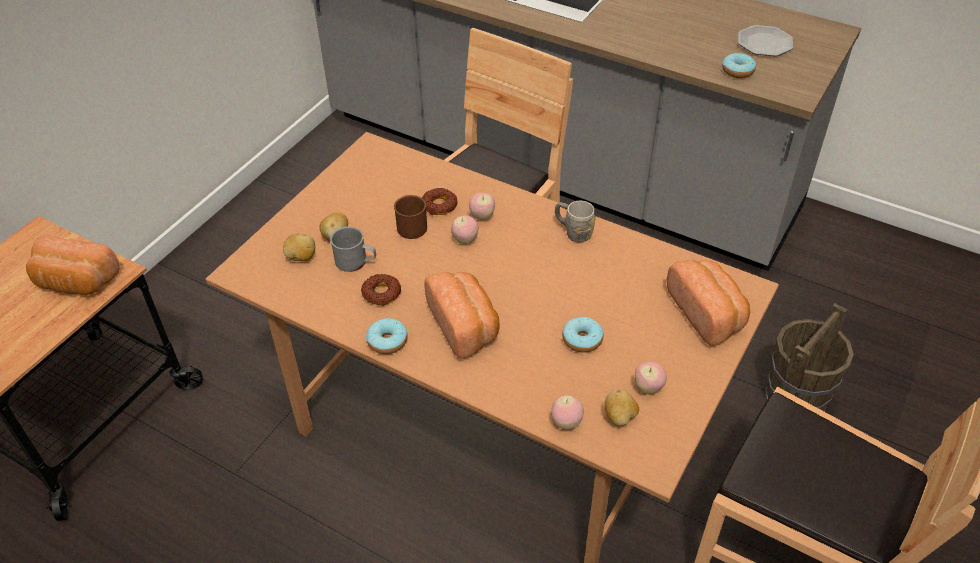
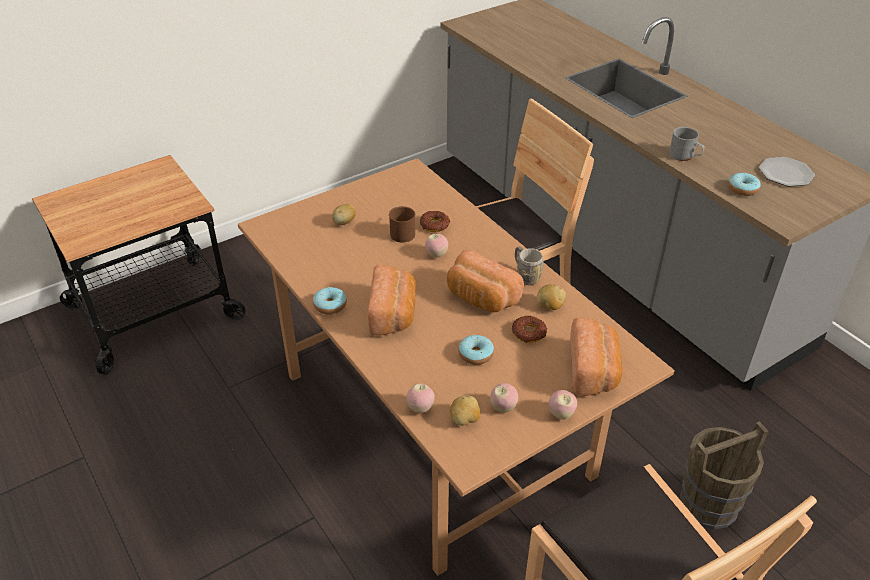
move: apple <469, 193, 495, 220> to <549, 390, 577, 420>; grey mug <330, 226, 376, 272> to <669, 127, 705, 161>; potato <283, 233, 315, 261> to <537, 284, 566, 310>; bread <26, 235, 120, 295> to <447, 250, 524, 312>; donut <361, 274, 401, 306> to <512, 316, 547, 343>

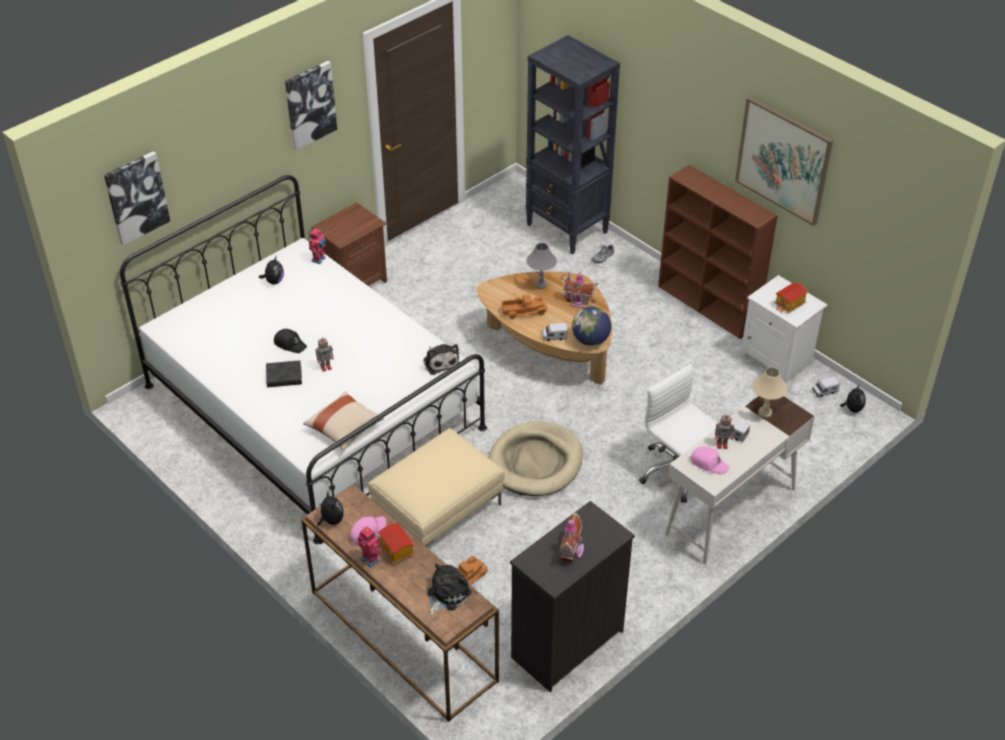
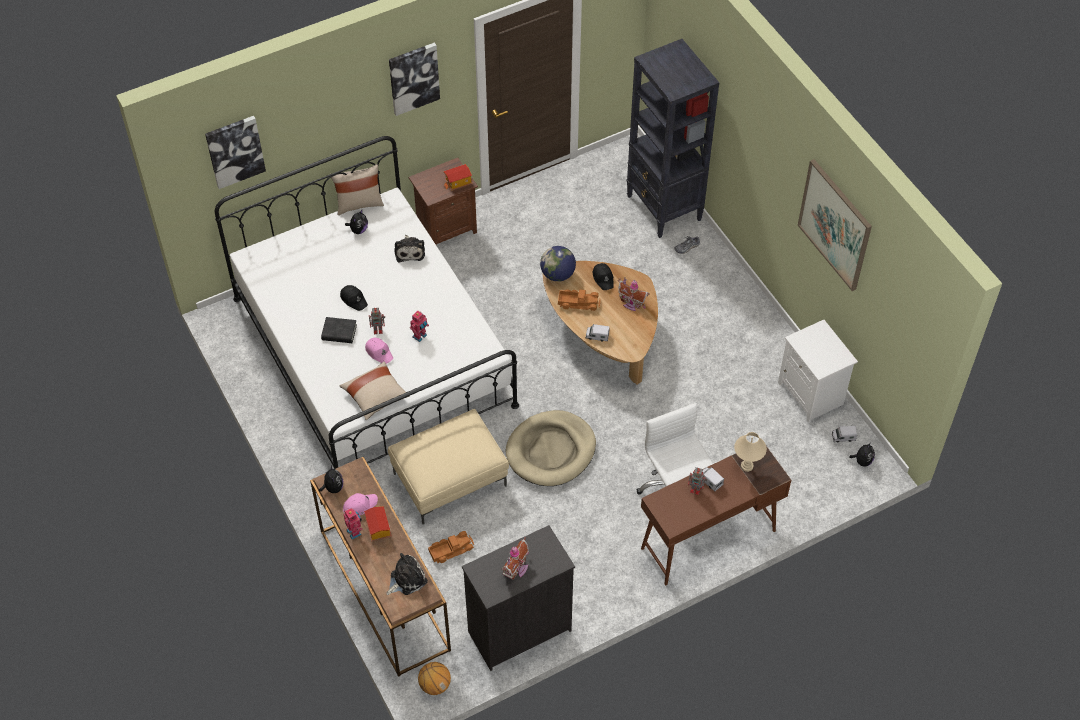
delete: brown bookcase <658, 165, 778, 339>
insert: beige pillow <331, 164, 384, 215>; basketball <418, 662, 451, 695>
move: toy robot <309, 228, 327, 264> to <410, 311, 429, 342>; toy house <774, 282, 808, 313> to <444, 164, 472, 191>; globe <572, 307, 611, 346> to <540, 246, 576, 282>; plush toy <423, 344, 459, 375> to <395, 235, 425, 262>; pink cap <690, 446, 729, 474> to <365, 338, 393, 364>
replace: grey table lamp <526, 243, 557, 289> to black cap <593, 263, 614, 290>
recolor: white desk <665, 396, 815, 565> to brown desk <641, 446, 791, 585>

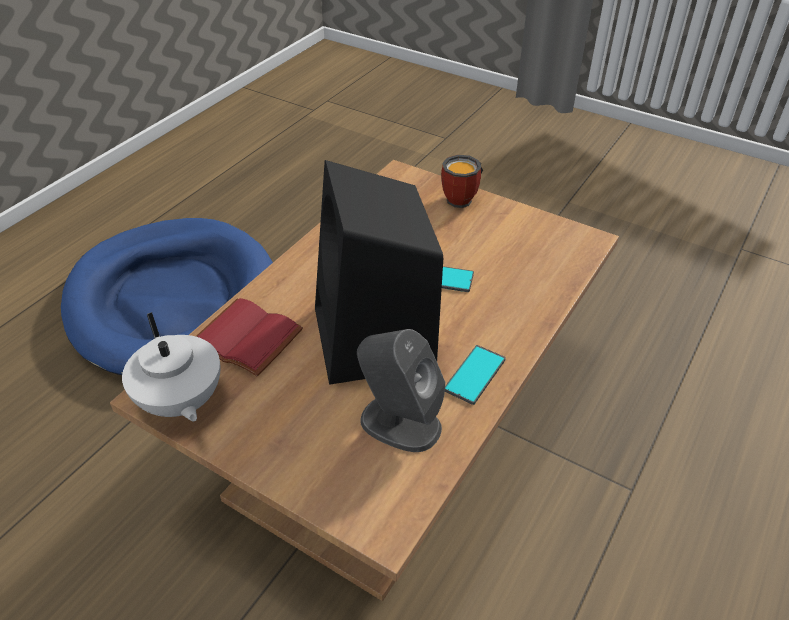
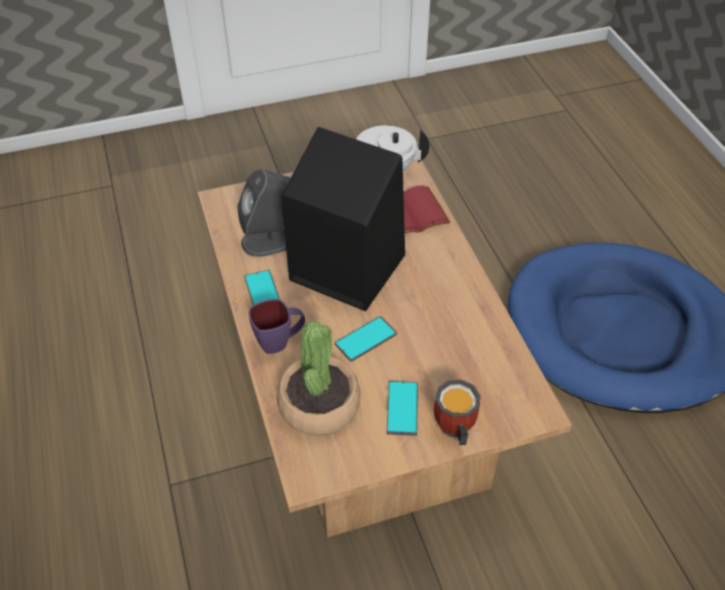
insert: purple mug <249, 299, 305, 354>; potted plant <277, 321, 360, 436>; phone <387, 381, 418, 436>

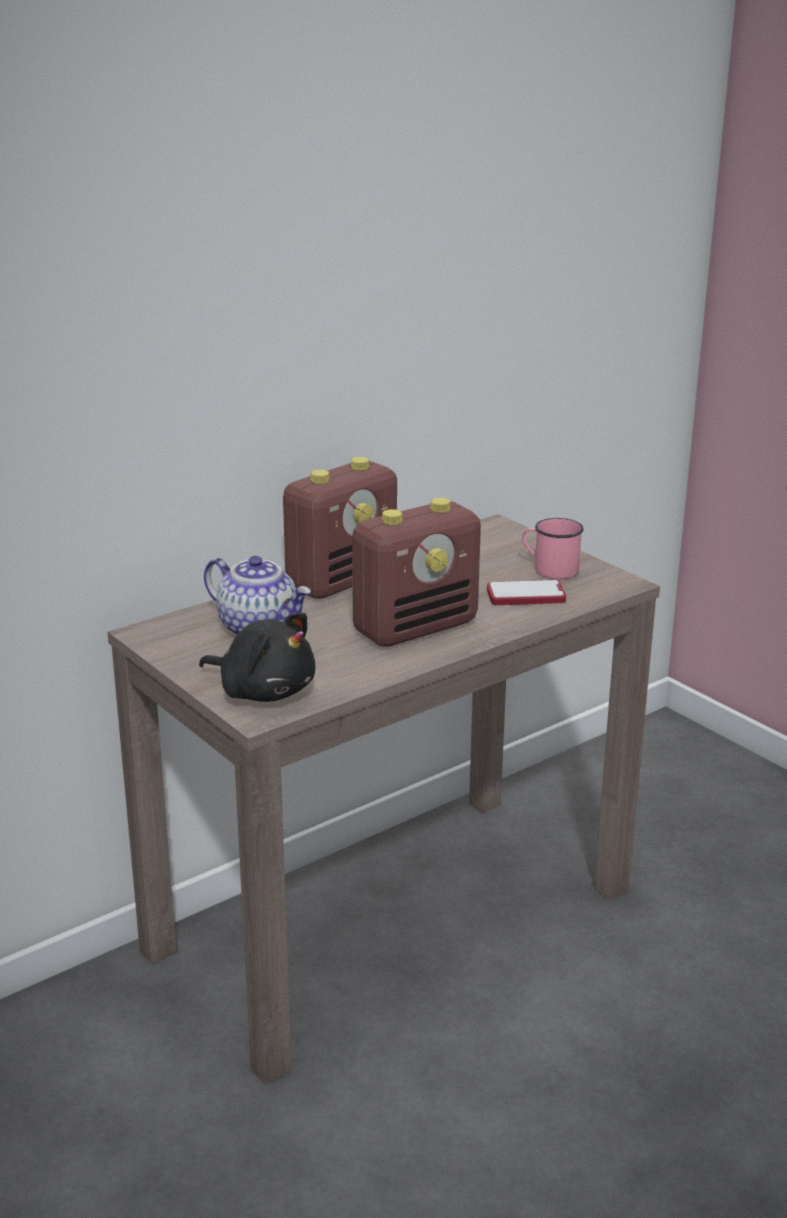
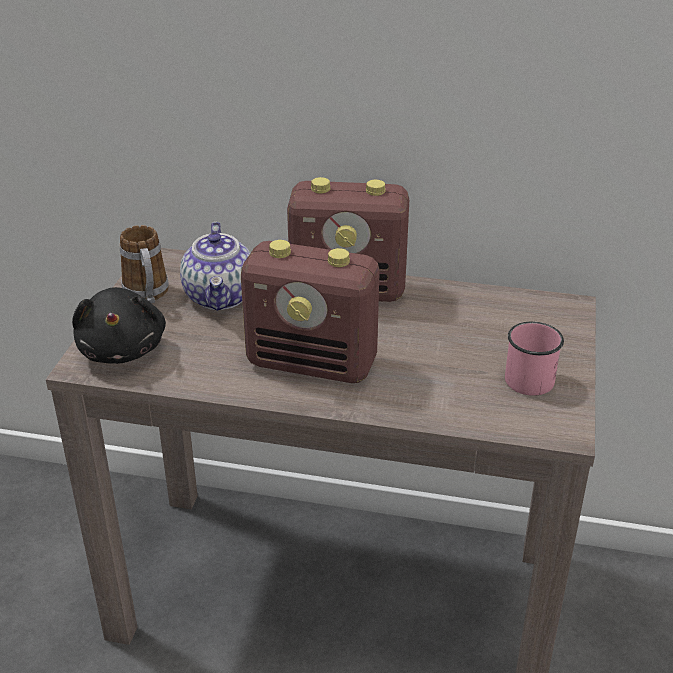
delete: phone <487, 580, 566, 605>
insert: mug <120, 225, 169, 303>

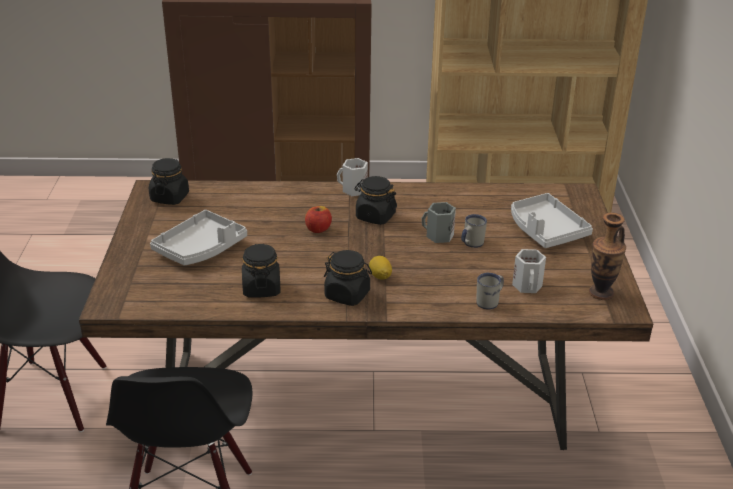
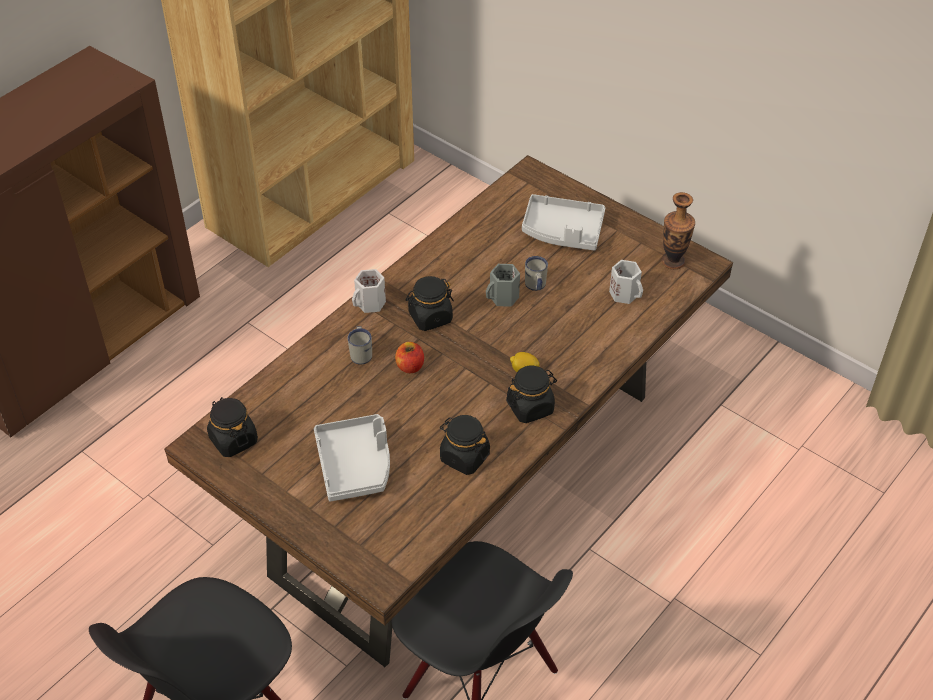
move: white mug <476, 273, 504, 309> to <348, 326, 372, 364>

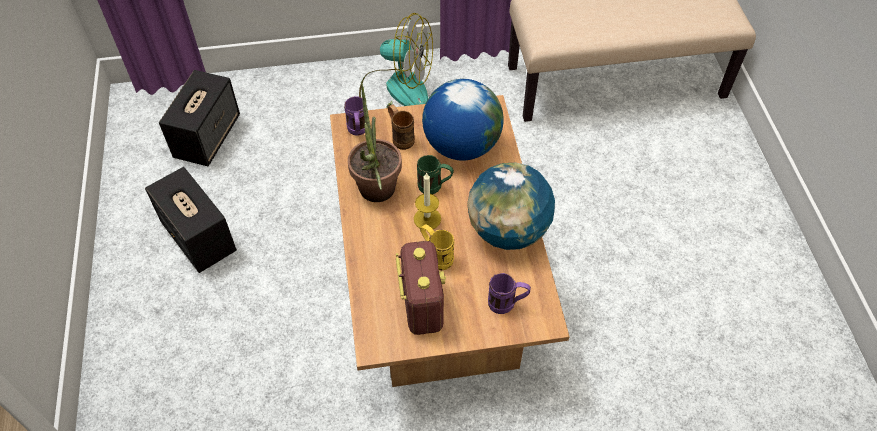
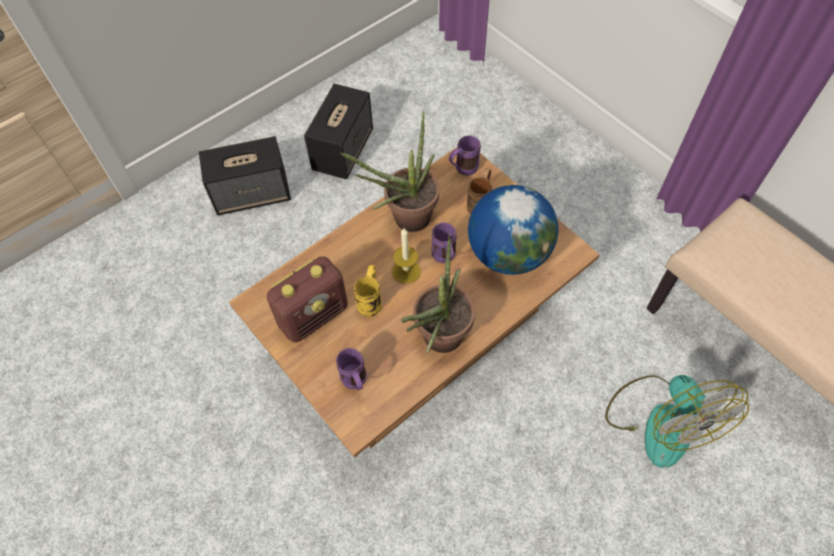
move: fan <359, 13, 433, 108> to <605, 375, 749, 468>; speaker <159, 70, 240, 166> to <199, 136, 291, 215>
replace: globe <467, 163, 555, 250> to potted plant <401, 234, 475, 354>
recolor: green mug <417, 155, 454, 194> to purple mug <432, 222, 457, 263>

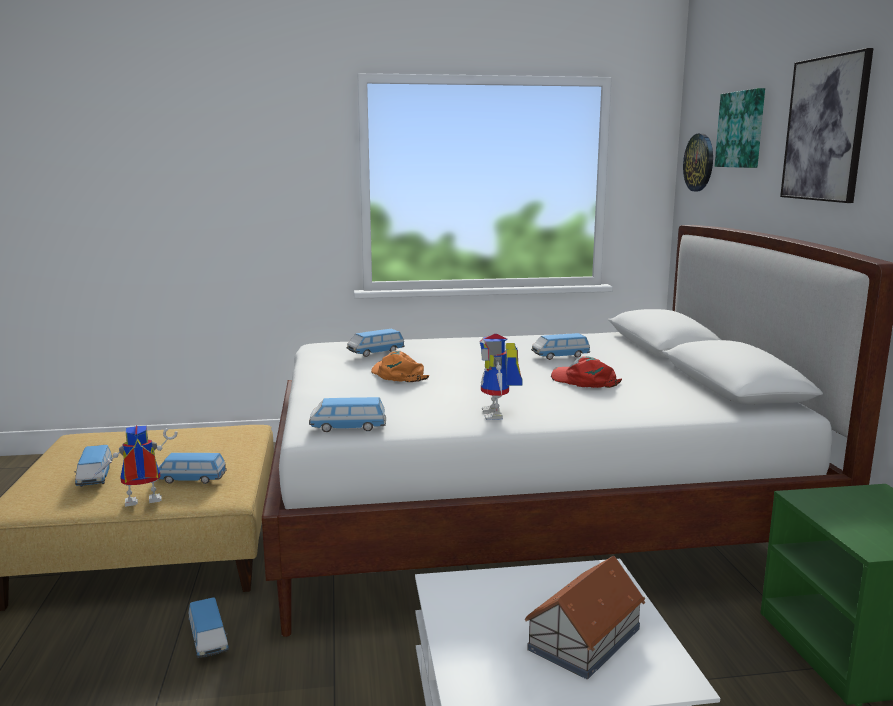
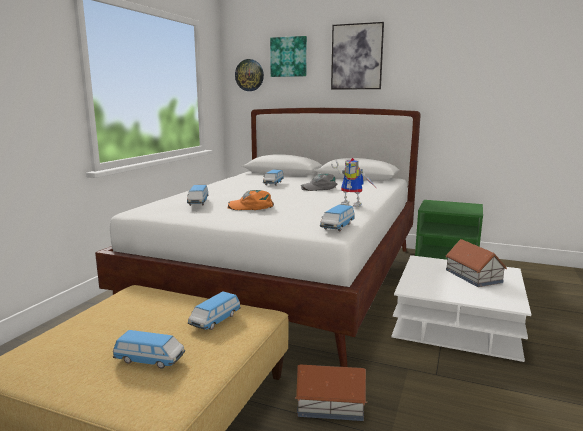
delete: toy robot <93, 425, 177, 507>
replace: toy car <188, 597, 229, 658> to toy house <295, 365, 367, 421>
recolor: red cap <551, 356, 622, 388> to grey cap <300, 174, 338, 191>

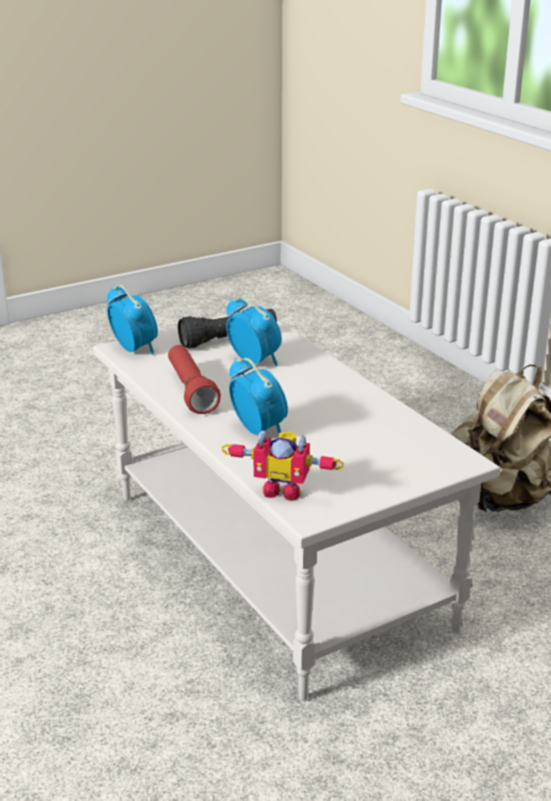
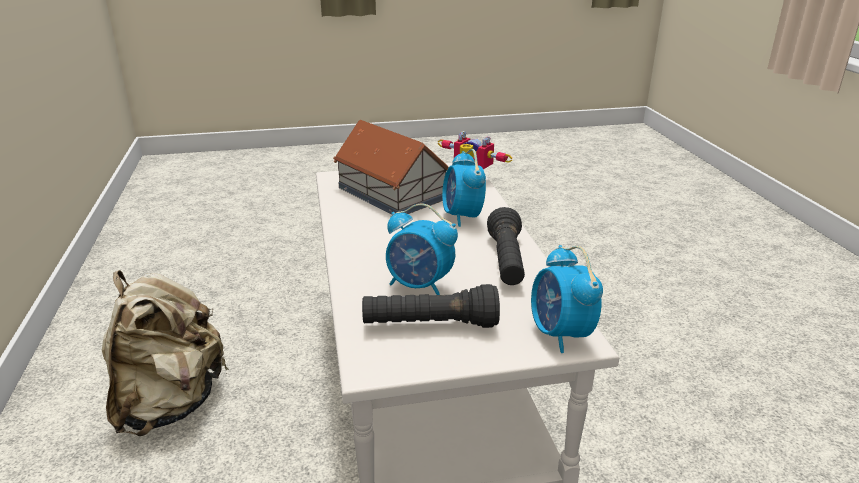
insert: toy house <333, 120, 449, 214>
recolor: red flashlight <168, 345, 221, 414> to black flashlight <487, 207, 525, 285>
rotate: alarm clock <226, 296, 282, 366> = <386, 203, 458, 295> 45 degrees counterclockwise

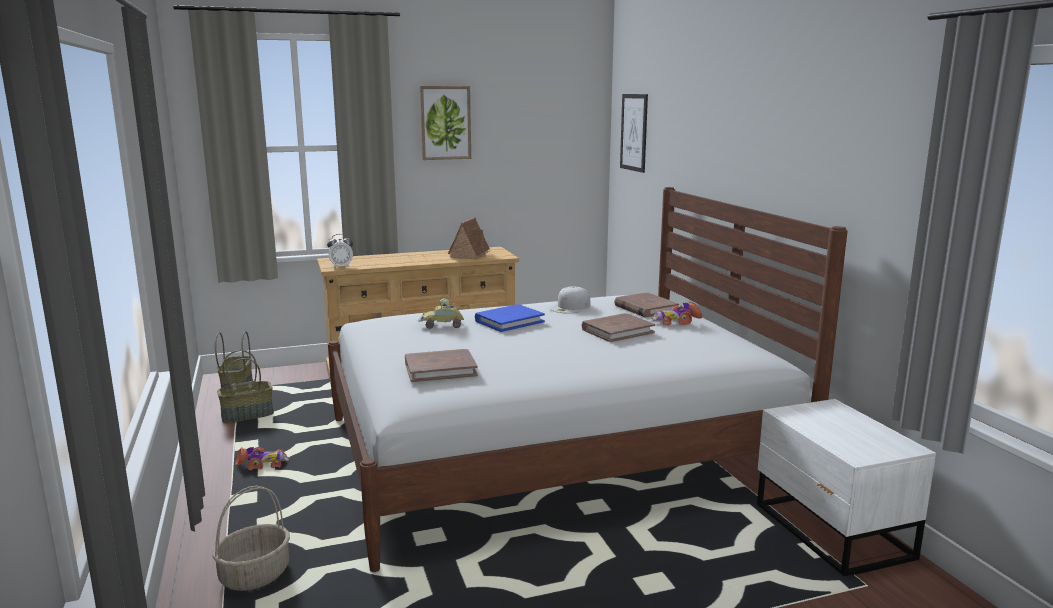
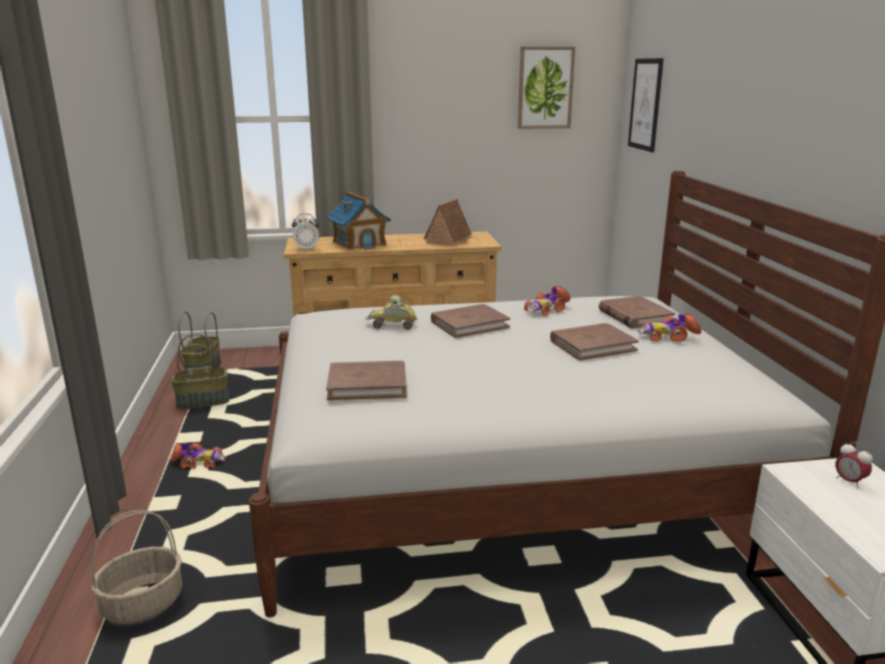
insert: toy house <327, 192, 391, 250>; alarm clock <836, 442, 873, 488>
move: picture <420, 86, 471, 160> to <518, 46, 575, 129>
replace: white cap <550, 286, 591, 313> to toy car <524, 286, 571, 316>
recolor: blue book <475, 304, 545, 332> to brown book <431, 304, 510, 338>

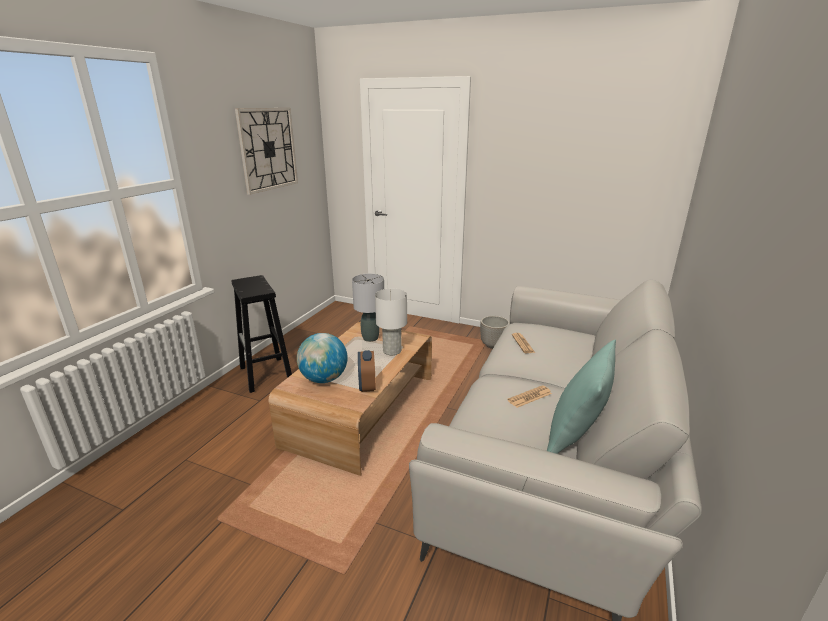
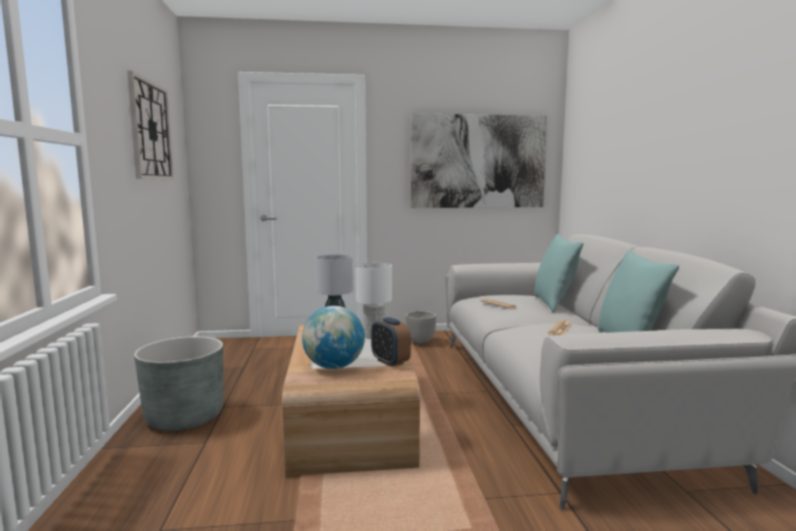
insert: picture <411, 113, 547, 208>; turquoise pillow <535, 234, 583, 313>
replace: black stool <231, 275, 292, 393> to grey planter <134, 336, 223, 431>

